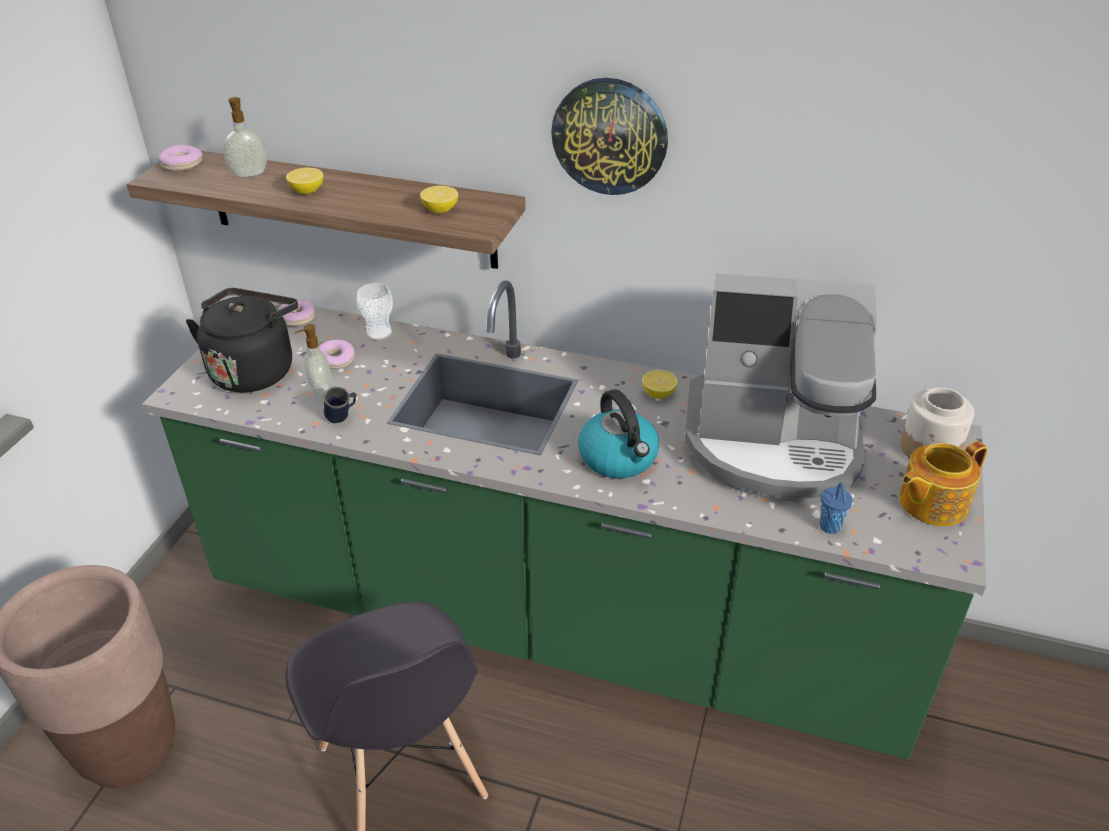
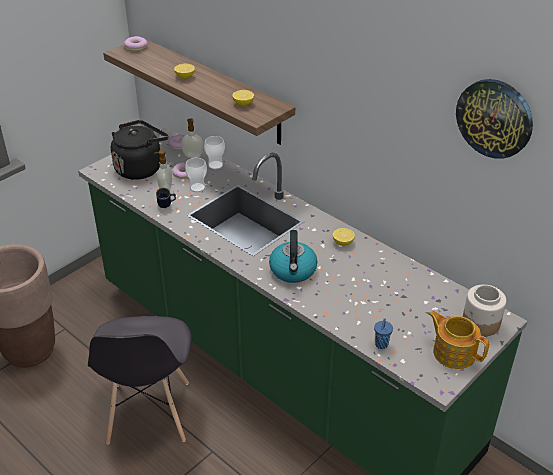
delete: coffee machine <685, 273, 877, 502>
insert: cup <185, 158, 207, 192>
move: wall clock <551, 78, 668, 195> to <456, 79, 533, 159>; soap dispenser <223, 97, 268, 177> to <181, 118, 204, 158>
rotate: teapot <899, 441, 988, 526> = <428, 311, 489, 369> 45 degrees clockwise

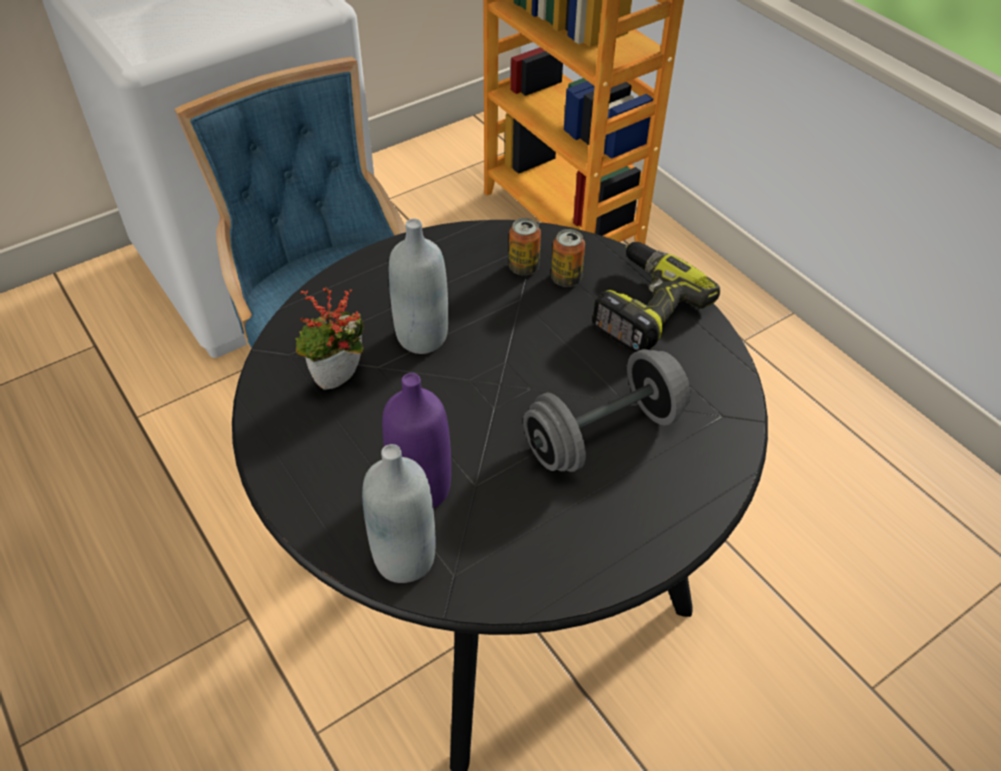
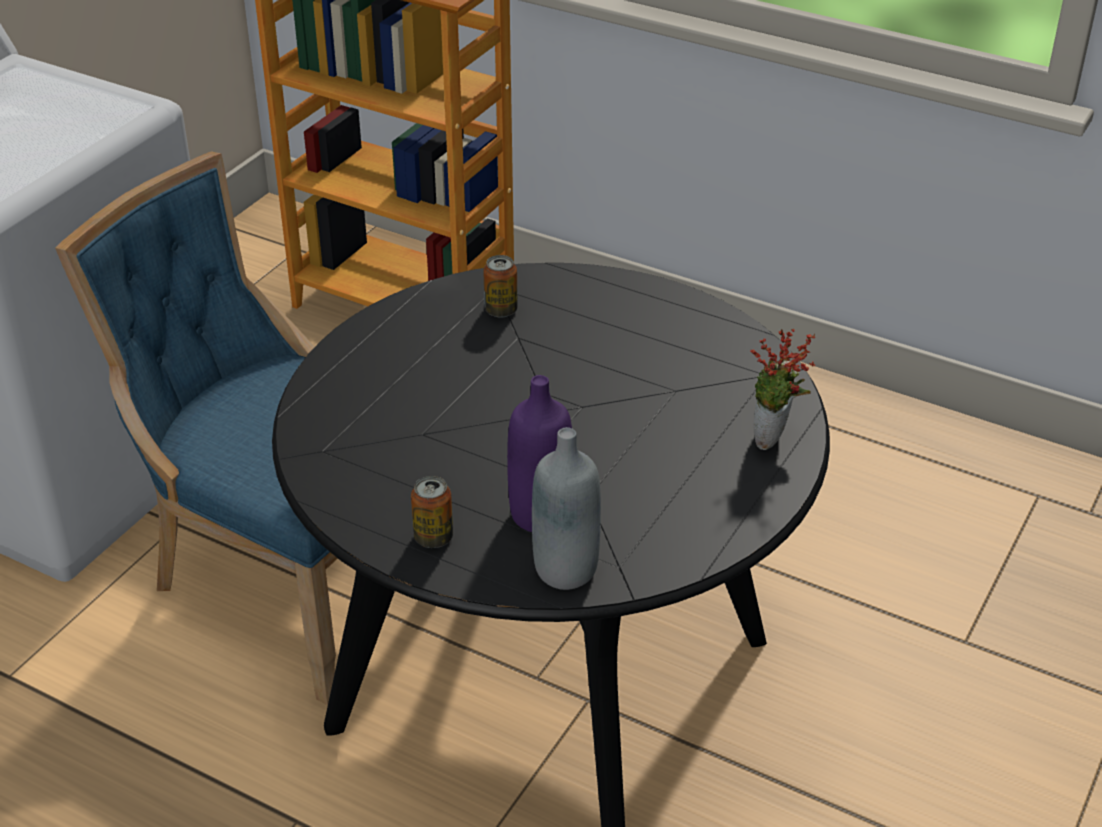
delete: grey bottle <389, 219, 448, 354>; power drill <592, 242, 720, 352>; grey dumbbell <523, 349, 691, 472>
move: can <551, 229, 585, 287> to <411, 476, 453, 548>; potted plant <295, 287, 364, 390> to <750, 329, 815, 450>

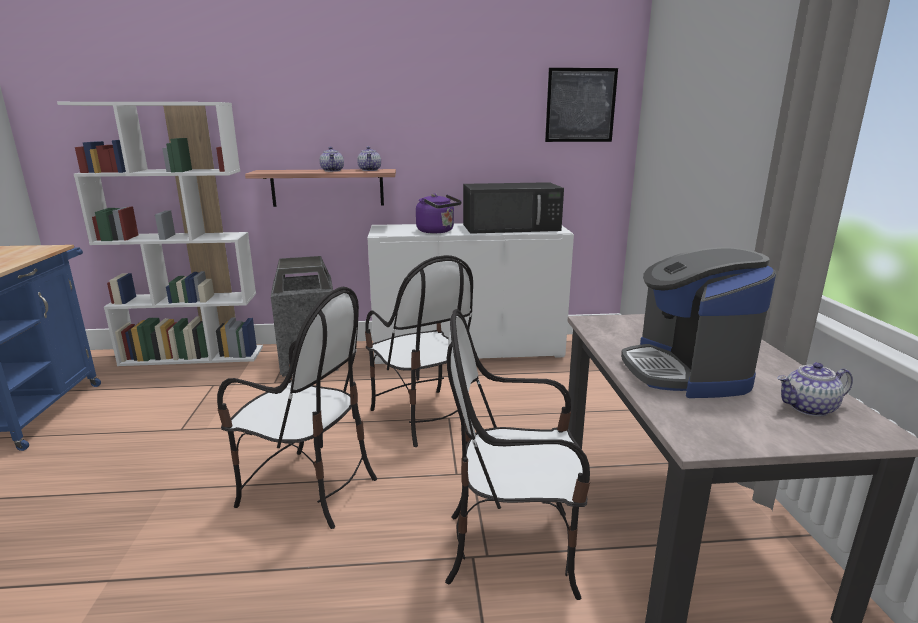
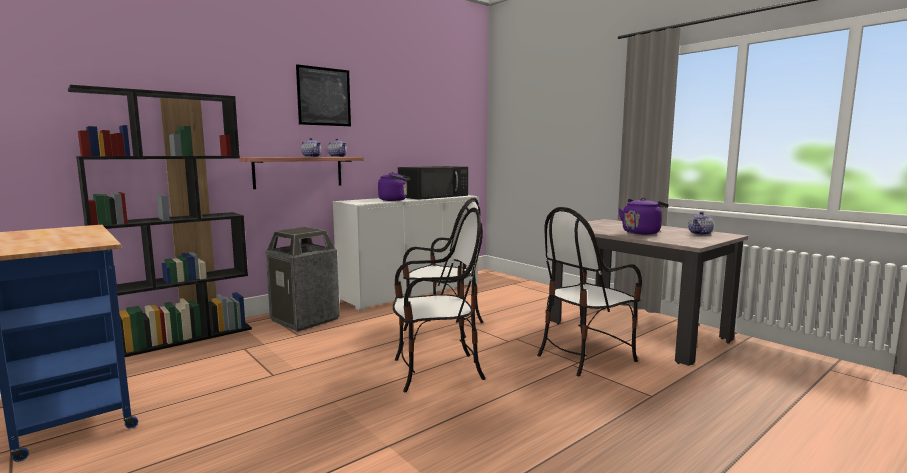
move: picture <545, 68, 618, 142> to <296, 64, 351, 126>
replace: coffee machine <621, 247, 776, 398> to purple kettle <618, 198, 669, 235>
recolor: white bookcase <57, 102, 263, 366> to black bookcase <68, 85, 252, 357>

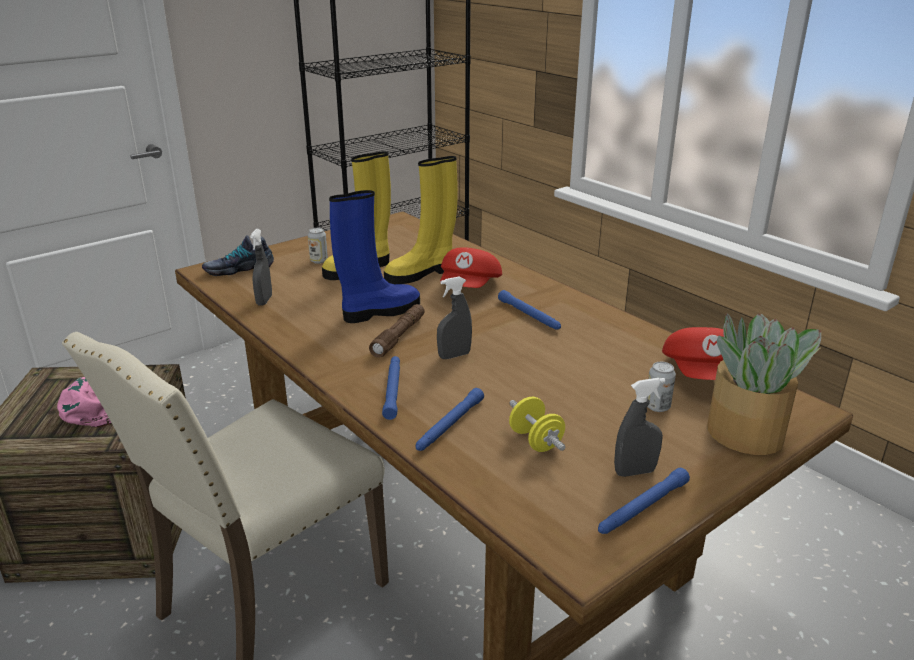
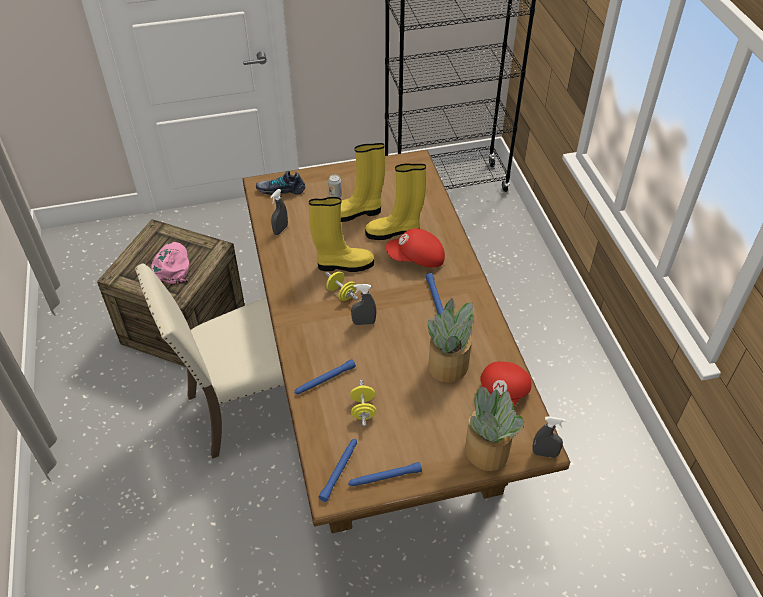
delete: can <647, 362, 676, 412>
insert: potted plant <428, 298, 474, 383>
move: blue flashlight <382, 356, 400, 420> to <318, 439, 357, 502>; grey spray bottle <614, 378, 666, 477> to <532, 416, 566, 458>
replace: brown flashlight <369, 304, 424, 358> to yellow dumbbell <325, 271, 359, 301>
recolor: blue boot <329, 190, 420, 323> to yellow boot <309, 197, 374, 272>
rotate: red cap <440, 247, 502, 288> = <386, 228, 445, 268> 45 degrees clockwise

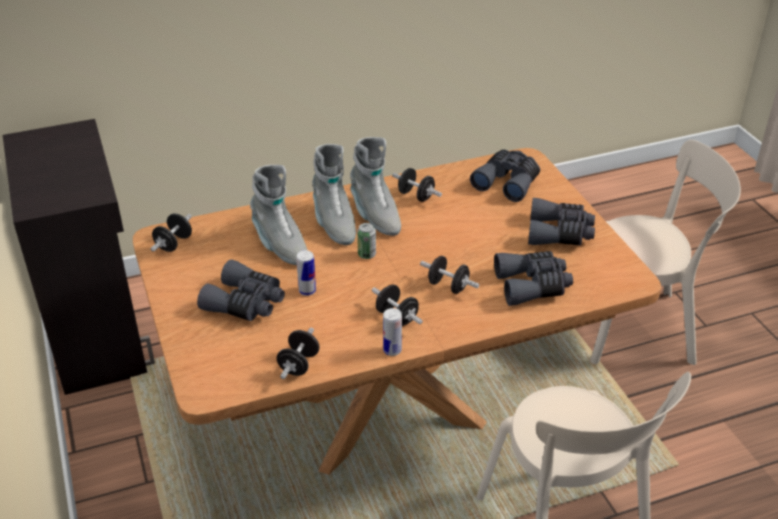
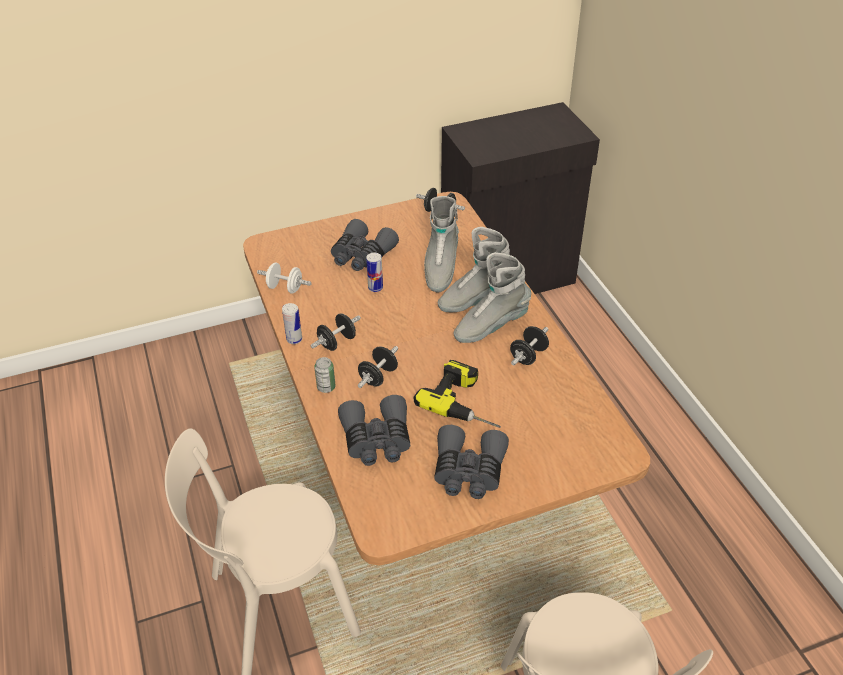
delete: grey binoculars <470, 149, 540, 202>
insert: power drill <414, 360, 501, 428>
move: can <357, 223, 376, 259> to <314, 357, 336, 393>
recolor: black dumbbell <277, 328, 320, 379> to white dumbbell <257, 263, 312, 294>
rotate: grey boot <250, 165, 307, 265> = <424, 196, 459, 292> 45 degrees counterclockwise

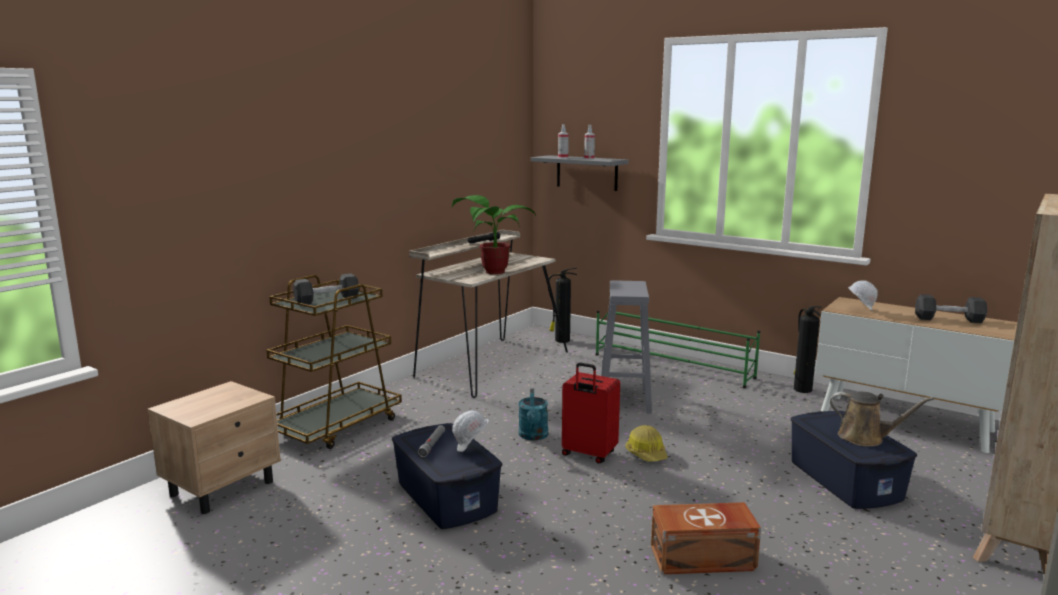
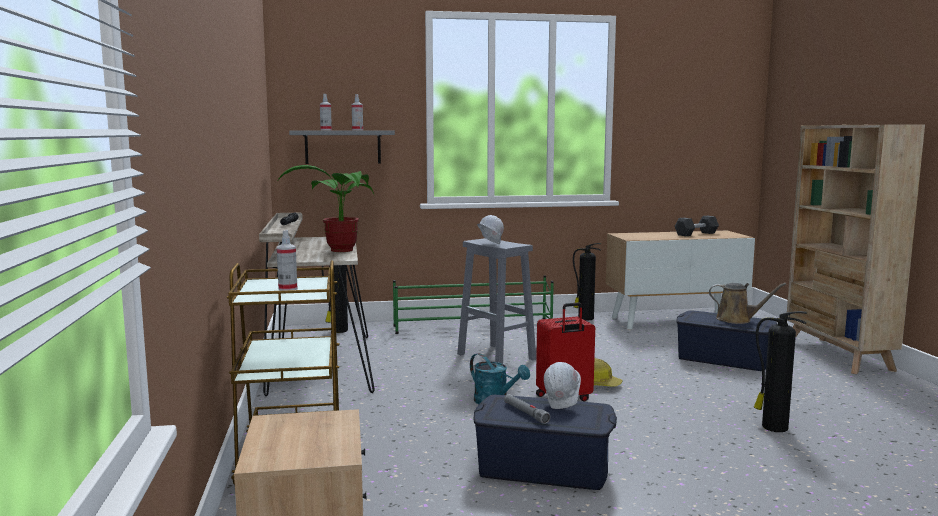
move: white hard hat <848, 280, 878, 311> to <477, 215, 504, 244>
replace: black dumbbell <293, 274, 359, 305> to spray bottle <277, 230, 297, 291>; brown storage box <651, 502, 761, 575> to fire extinguisher <754, 311, 807, 432>
rotate: brown watering can <830, 391, 934, 447> = <709, 283, 786, 324> 45 degrees clockwise

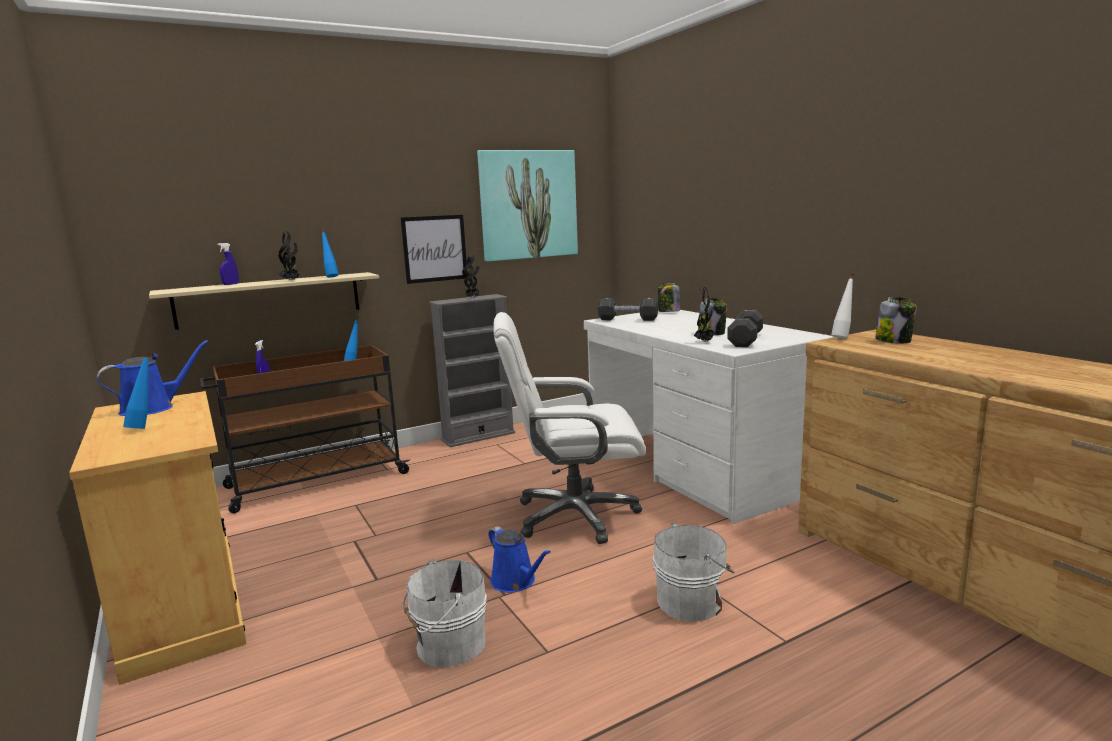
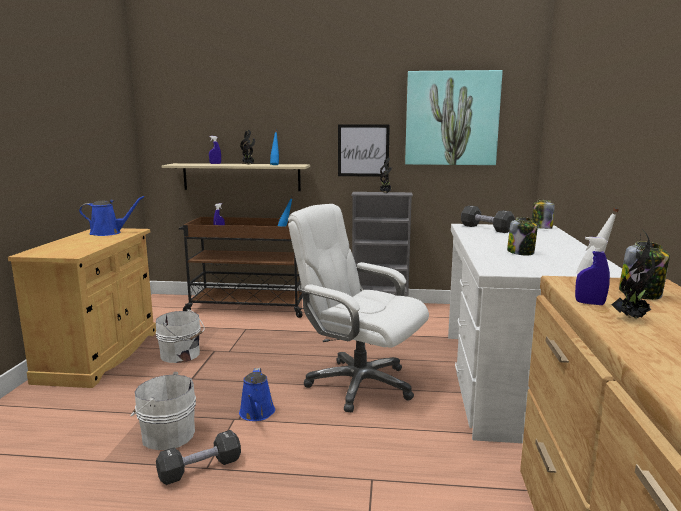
delete: blue bottle <123, 352, 150, 429>
insert: blue spray bottle <575, 237, 610, 305>
move: potted plant <694, 286, 714, 342> to <611, 232, 655, 319>; black dumbbell <727, 309, 763, 347> to <156, 430, 241, 485>; white bucket <653, 522, 734, 622> to <156, 309, 205, 363>

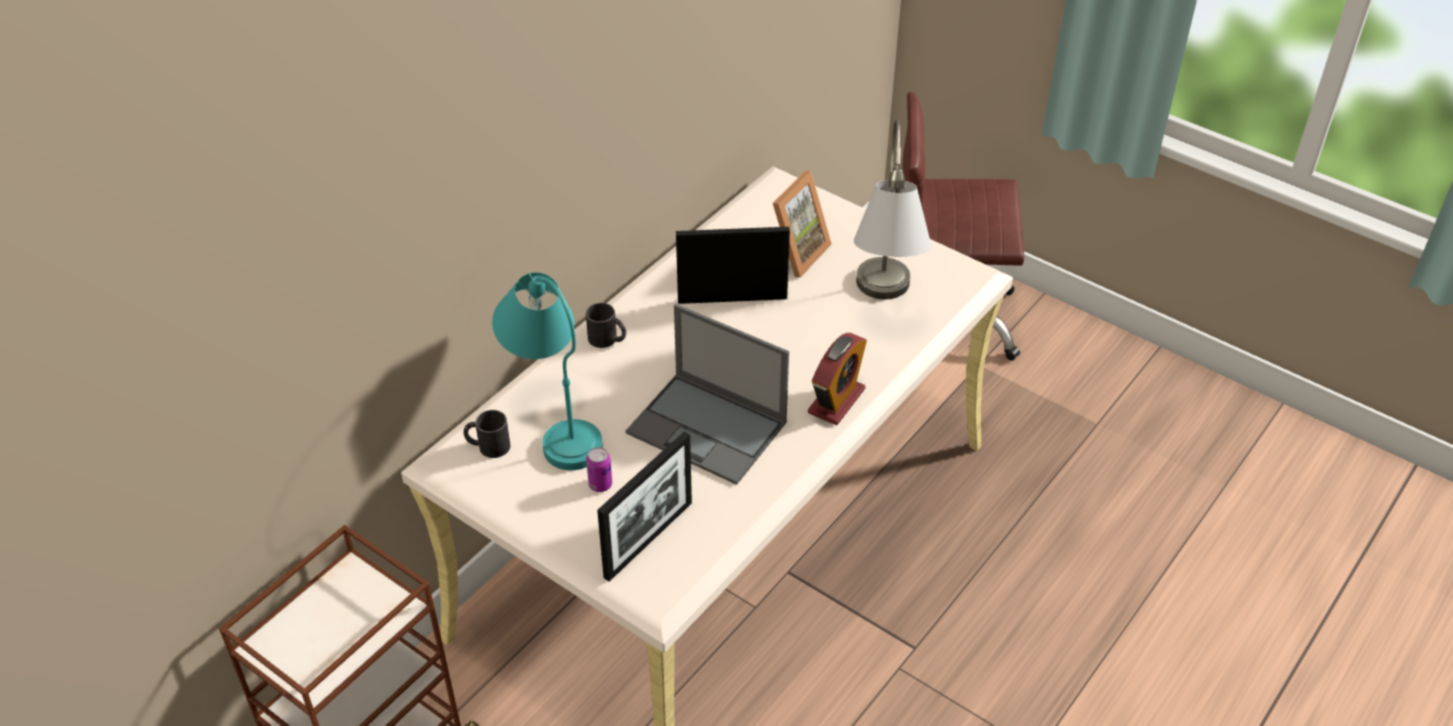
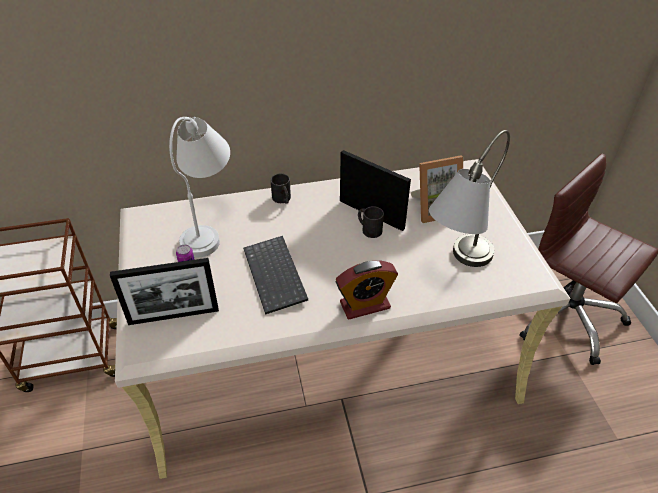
move: black mug <463, 410, 511, 458> to <358, 206, 384, 238>
replace: laptop <626, 304, 789, 485> to keyboard <243, 236, 308, 315>
recolor: turquoise table lamp <492, 272, 603, 470> to white table lamp <169, 117, 230, 258>

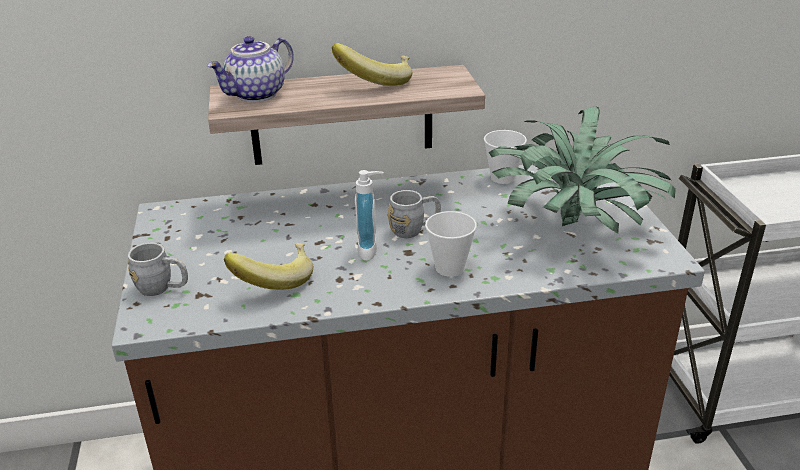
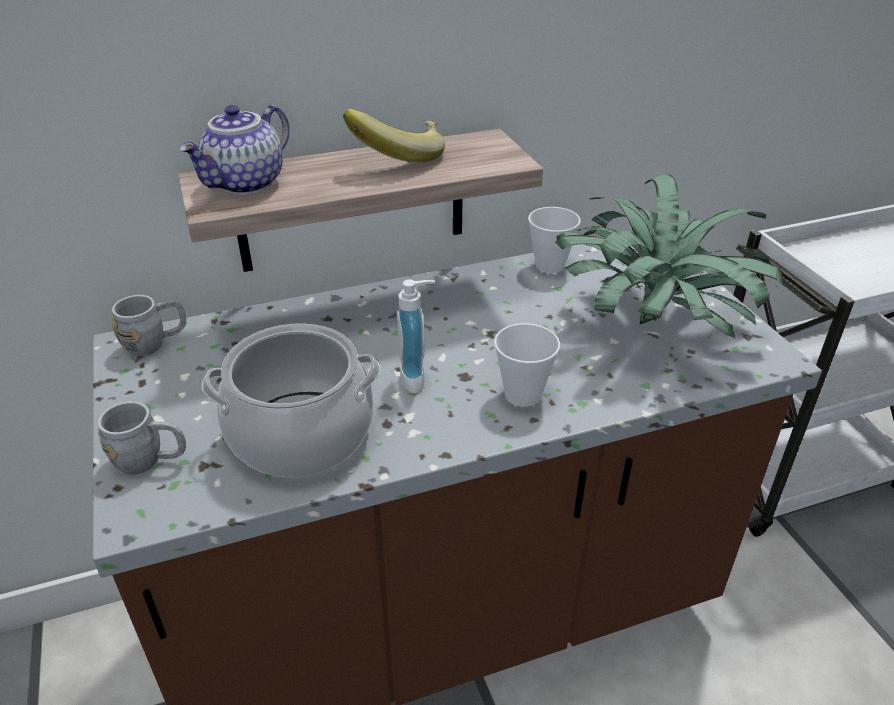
move: grey mug <388, 190, 441, 238> to <112, 295, 186, 356>
replace: banana <224, 243, 313, 290> to cooking pot <202, 323, 380, 478>

